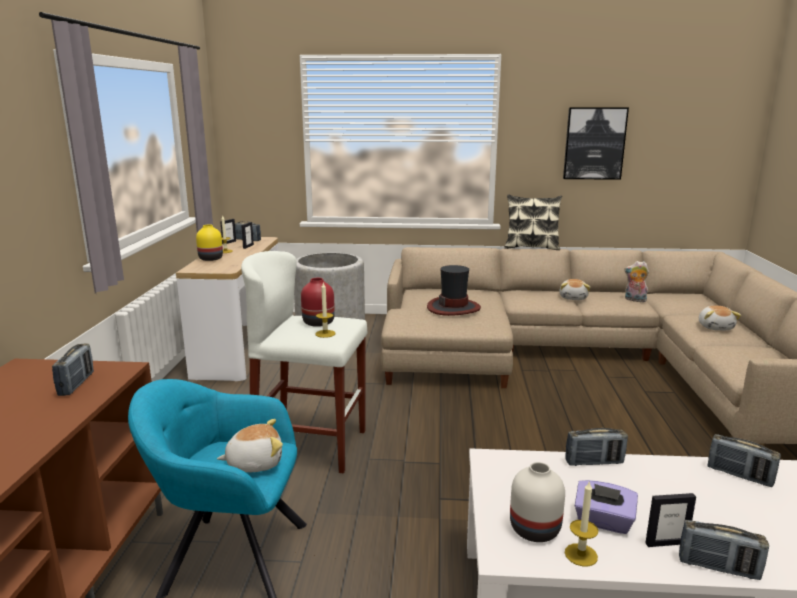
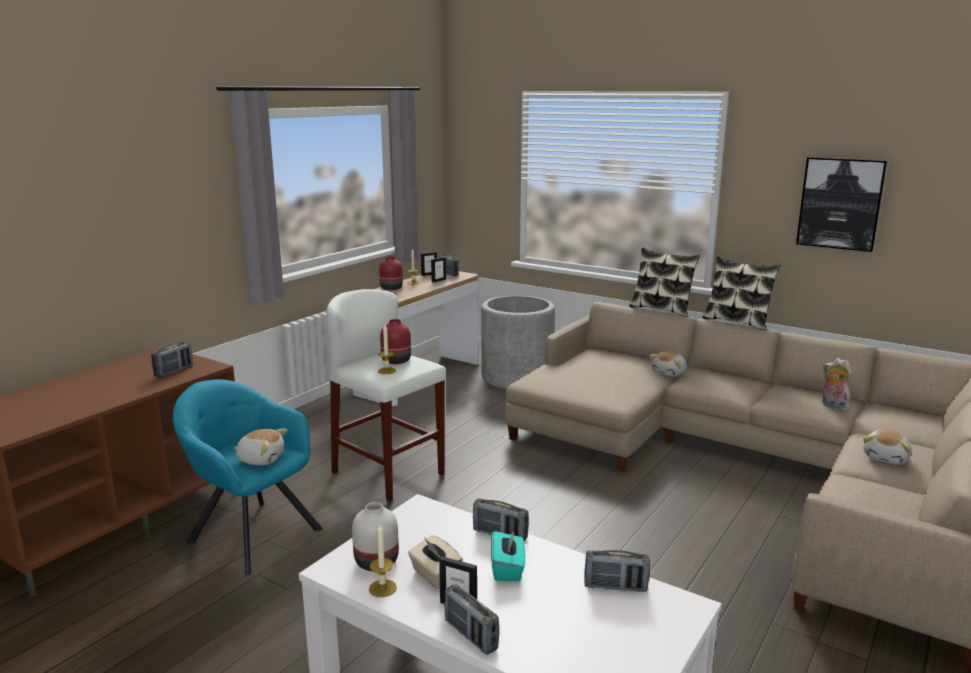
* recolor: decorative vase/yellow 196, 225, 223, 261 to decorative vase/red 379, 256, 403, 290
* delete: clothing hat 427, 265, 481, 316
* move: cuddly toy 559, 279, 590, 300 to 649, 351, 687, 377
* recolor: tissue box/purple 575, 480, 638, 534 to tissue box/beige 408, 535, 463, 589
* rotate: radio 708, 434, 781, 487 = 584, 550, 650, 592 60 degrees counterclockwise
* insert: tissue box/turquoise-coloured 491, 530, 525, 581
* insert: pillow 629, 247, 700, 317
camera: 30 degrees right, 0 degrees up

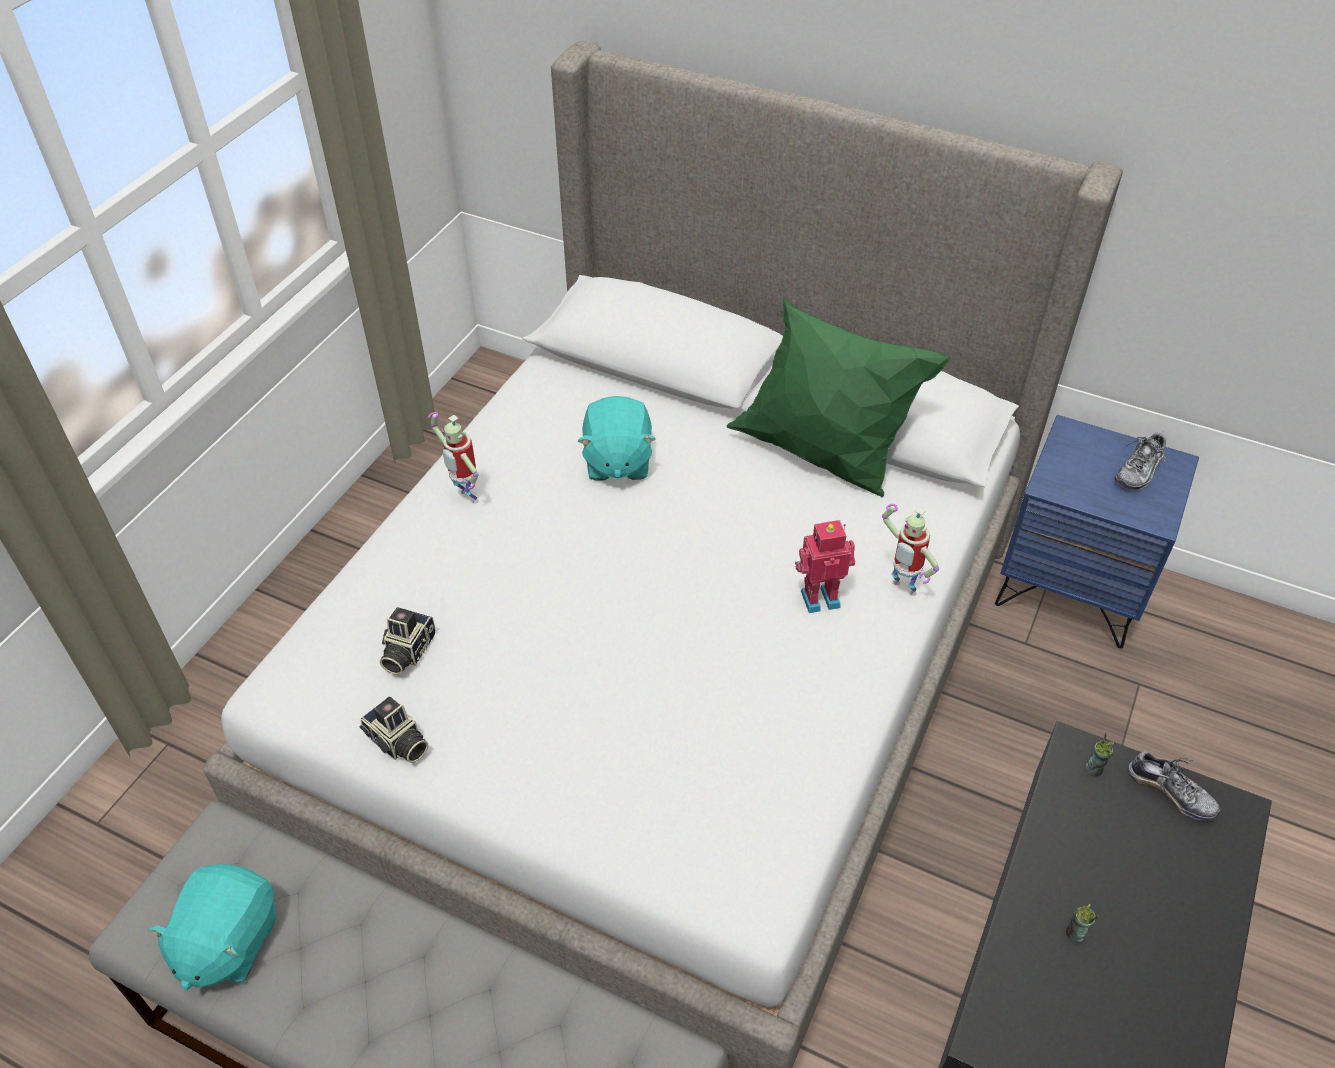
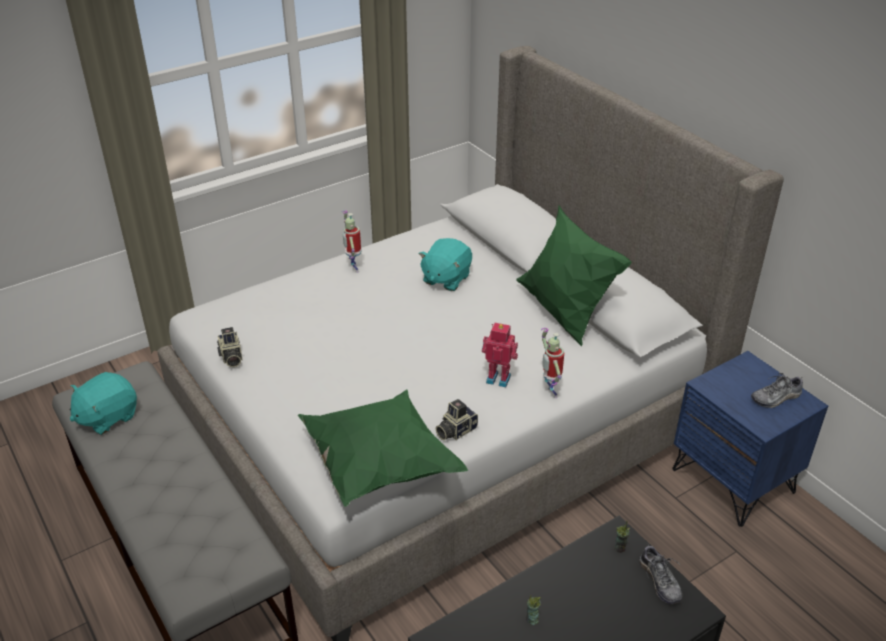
* move: photo camera 380, 607, 436, 675 to 436, 399, 478, 440
* insert: pillow/green 298, 390, 468, 507
camera: 30 degrees right, 10 degrees down

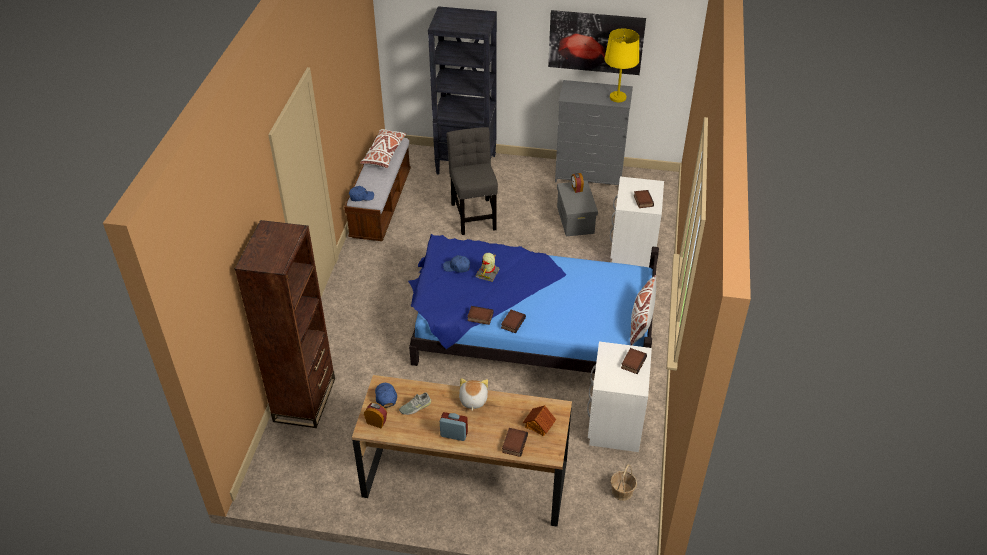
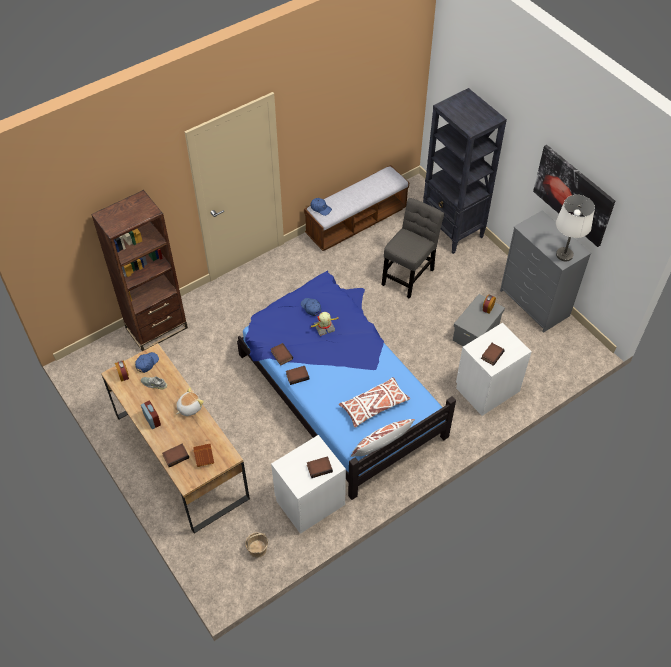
* move: pillow/white 360, 129, 406, 168 to 339, 377, 410, 428
* recolor: tabletop lamp/yellow 605, 29, 639, 102 to tabletop lamp/white 556, 195, 595, 261
camera: 45 degrees right, 10 degrees up

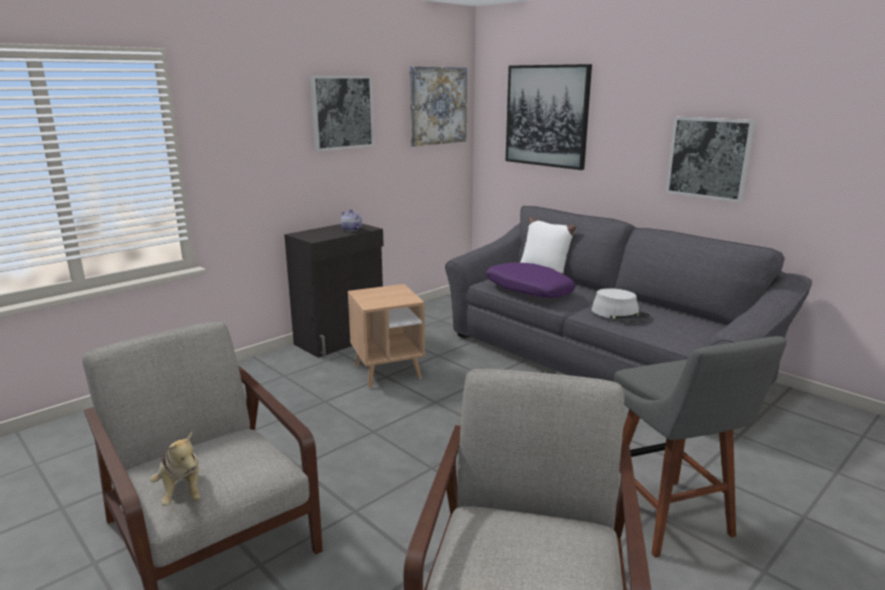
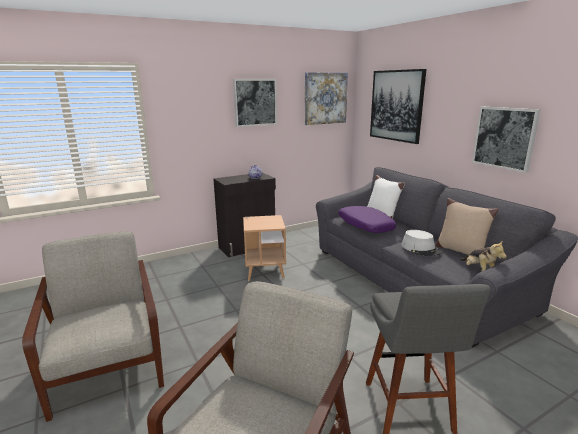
* move: cuddly toy 150, 431, 201, 506 to 460, 240, 507, 271
* insert: pillow/beige 435, 198, 498, 255
camera: 15 degrees right, 0 degrees up

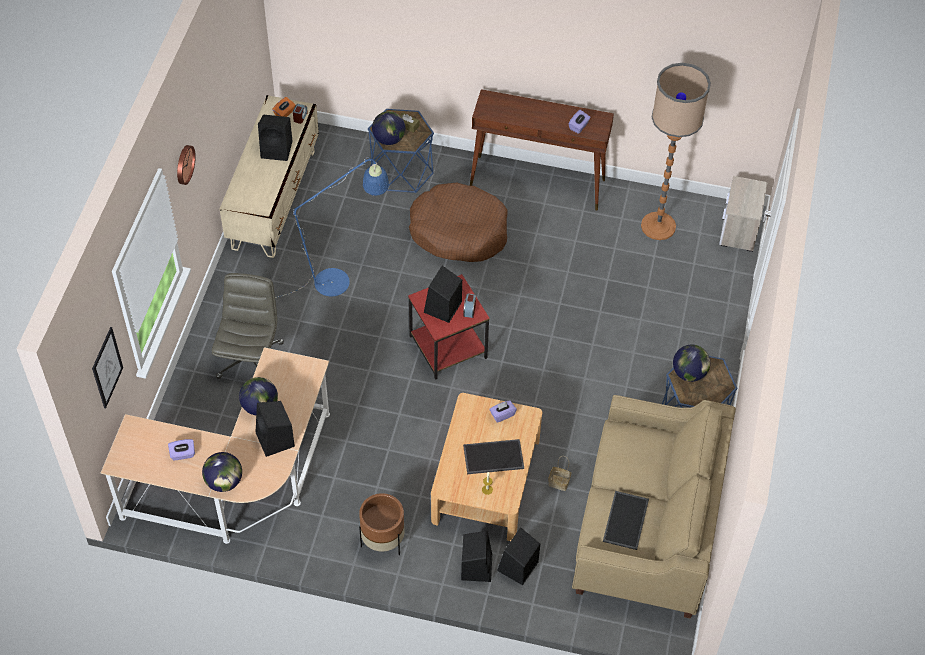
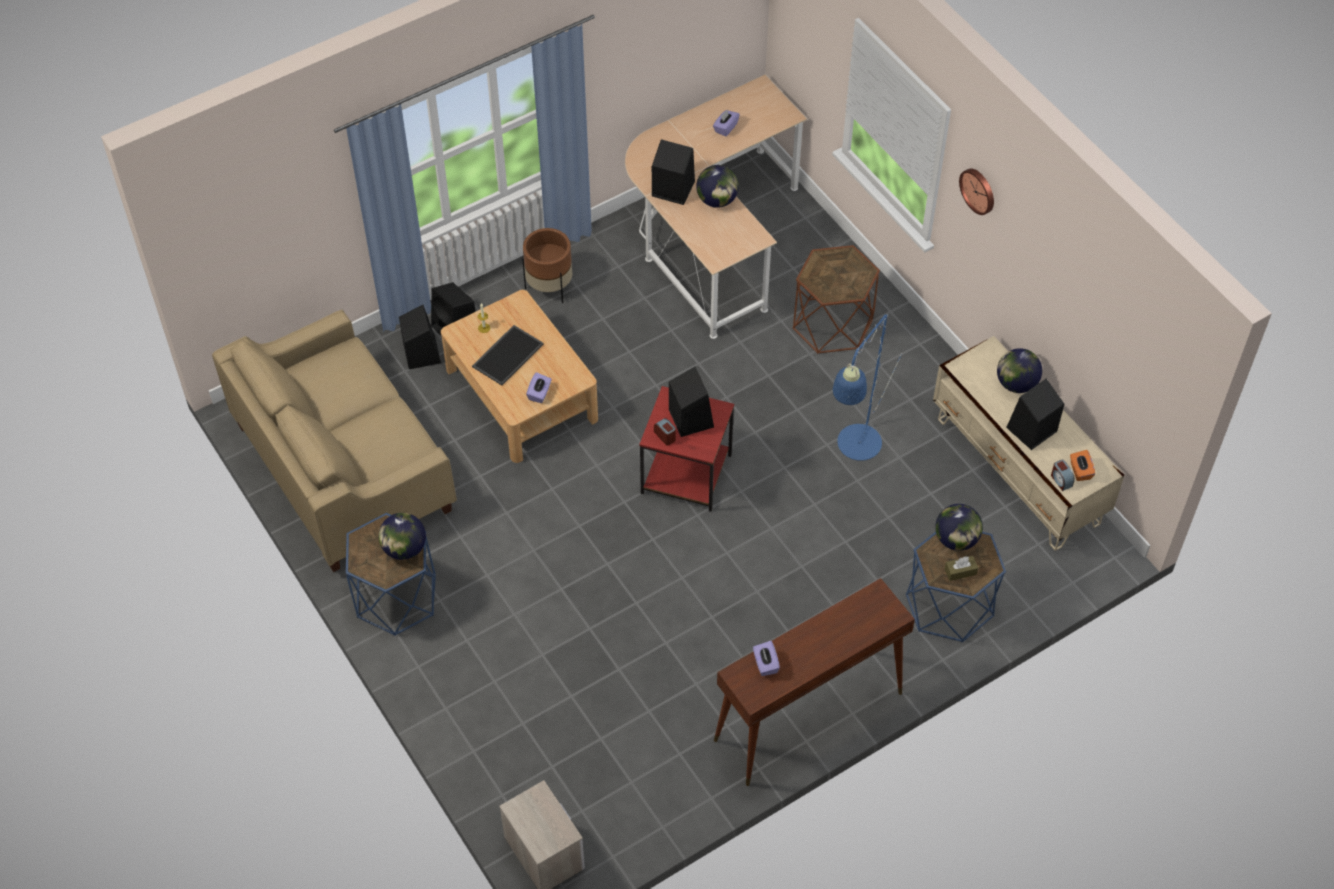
* delete: wall art 92, 327, 123, 408
* move: world globe 202, 452, 242, 492 to 997, 348, 1042, 393
* replace: computer chair/gray 212, 273, 284, 379 to end table/brown 793, 245, 880, 354
* delete: dog cushion/brown 409, 183, 508, 262
* delete: storage basket 548, 456, 571, 491
* delete: carrying tray 603, 491, 649, 550
* delete: floor lamp 641, 63, 711, 240
camera: 135 degrees right, 0 degrees up

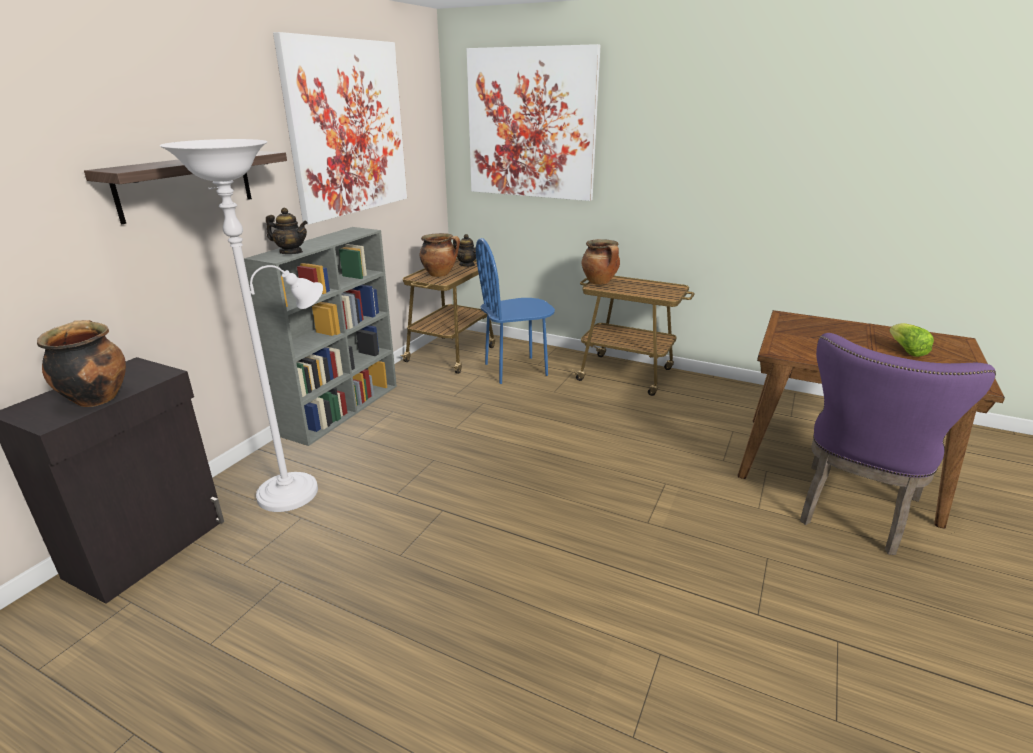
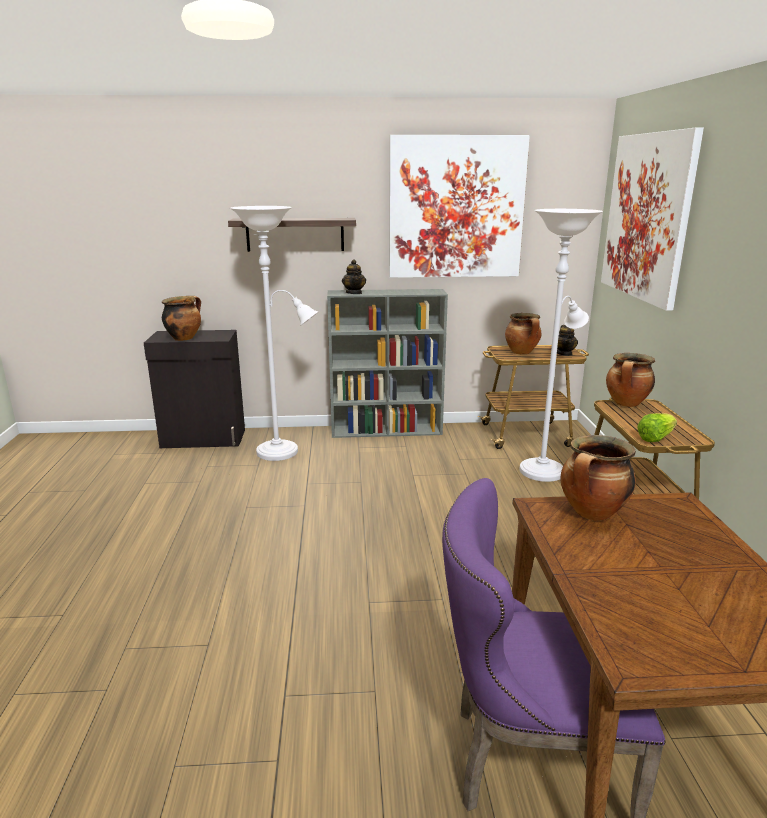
* replace: plain chair/bluish 476, 238, 555, 384 to floor lamp/white 520, 209, 603, 482
* move: lettuce head 889, 323, 934, 357 to 637, 413, 677, 442
* insert: stockpot 561, 435, 636, 521
camera: 60 degrees right, 5 degrees down

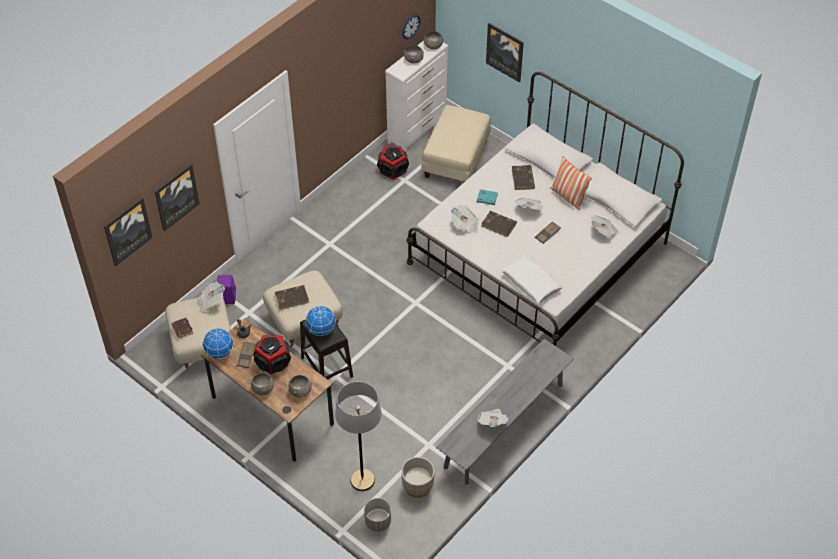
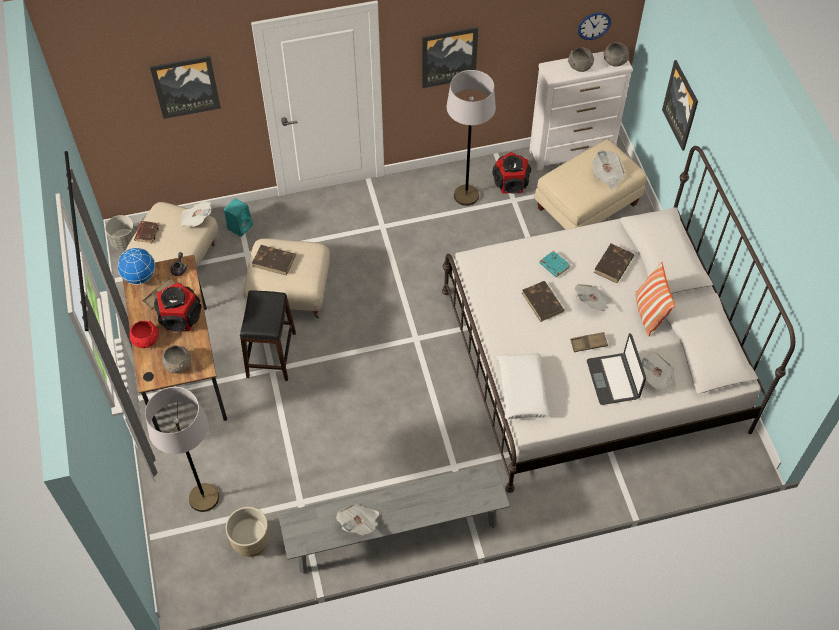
* move: wall art 104, 197, 153, 266 to 422, 27, 478, 88
* recolor: audio speaker/purple 217, 275, 236, 304 to audio speaker/turquoise-coloured 224, 198, 253, 237
* recolor: bowl/gray 250, 372, 274, 395 to bowl/red 129, 321, 159, 348
* delete: world globe 305, 306, 336, 336
* move: flower pot/gray 364, 498, 391, 532 to 105, 215, 136, 251
* move: daily paper 451, 205, 479, 233 to 592, 150, 626, 190
* insert: floor lamp/gray 447, 70, 496, 206
* insert: laptop 587, 333, 646, 405
camera: 35 degrees right, 5 degrees up

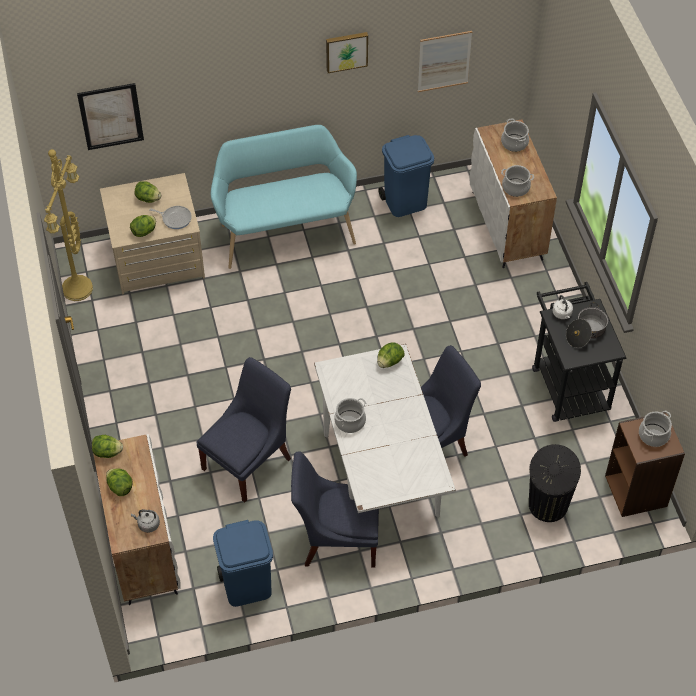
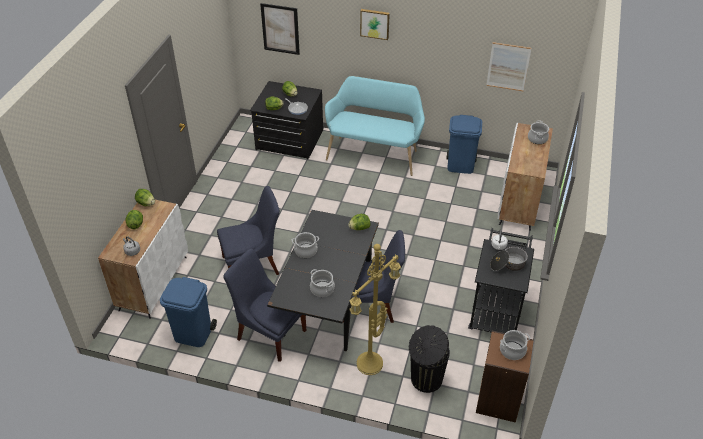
* move: floor lamp/yellow 44, 149, 93, 301 to 349, 244, 401, 375
* recolor: chest of drawers/beige 100, 173, 205, 294 to chest of drawers/blackish 250, 81, 323, 160
* recolor: dinner table/white 314, 344, 456, 517 to dinner table/blackish 267, 210, 379, 351
* move: wall art 326, 32, 368, 73 to 360, 9, 390, 40
* move: stockpot 501, 165, 534, 197 to 310, 269, 335, 297
camera: 30 degrees right, 10 degrees down

